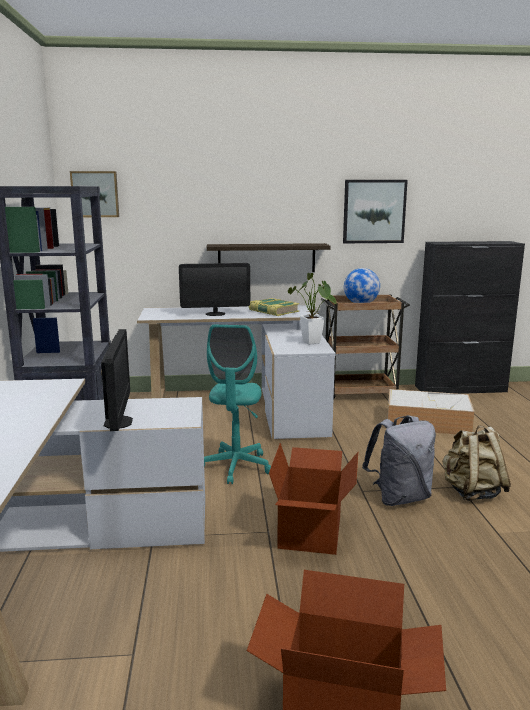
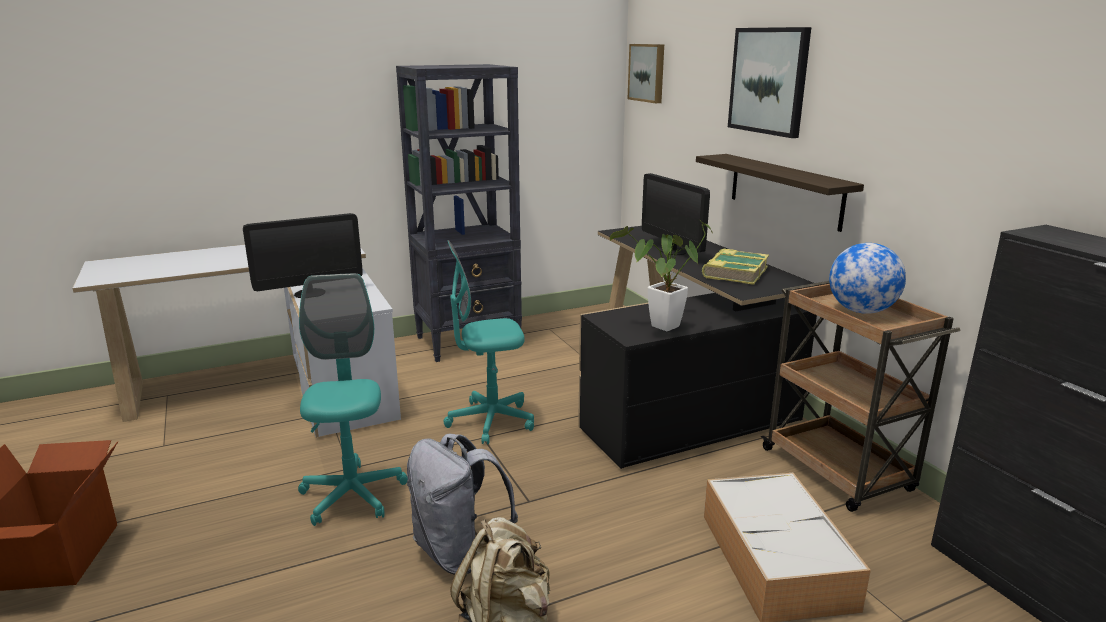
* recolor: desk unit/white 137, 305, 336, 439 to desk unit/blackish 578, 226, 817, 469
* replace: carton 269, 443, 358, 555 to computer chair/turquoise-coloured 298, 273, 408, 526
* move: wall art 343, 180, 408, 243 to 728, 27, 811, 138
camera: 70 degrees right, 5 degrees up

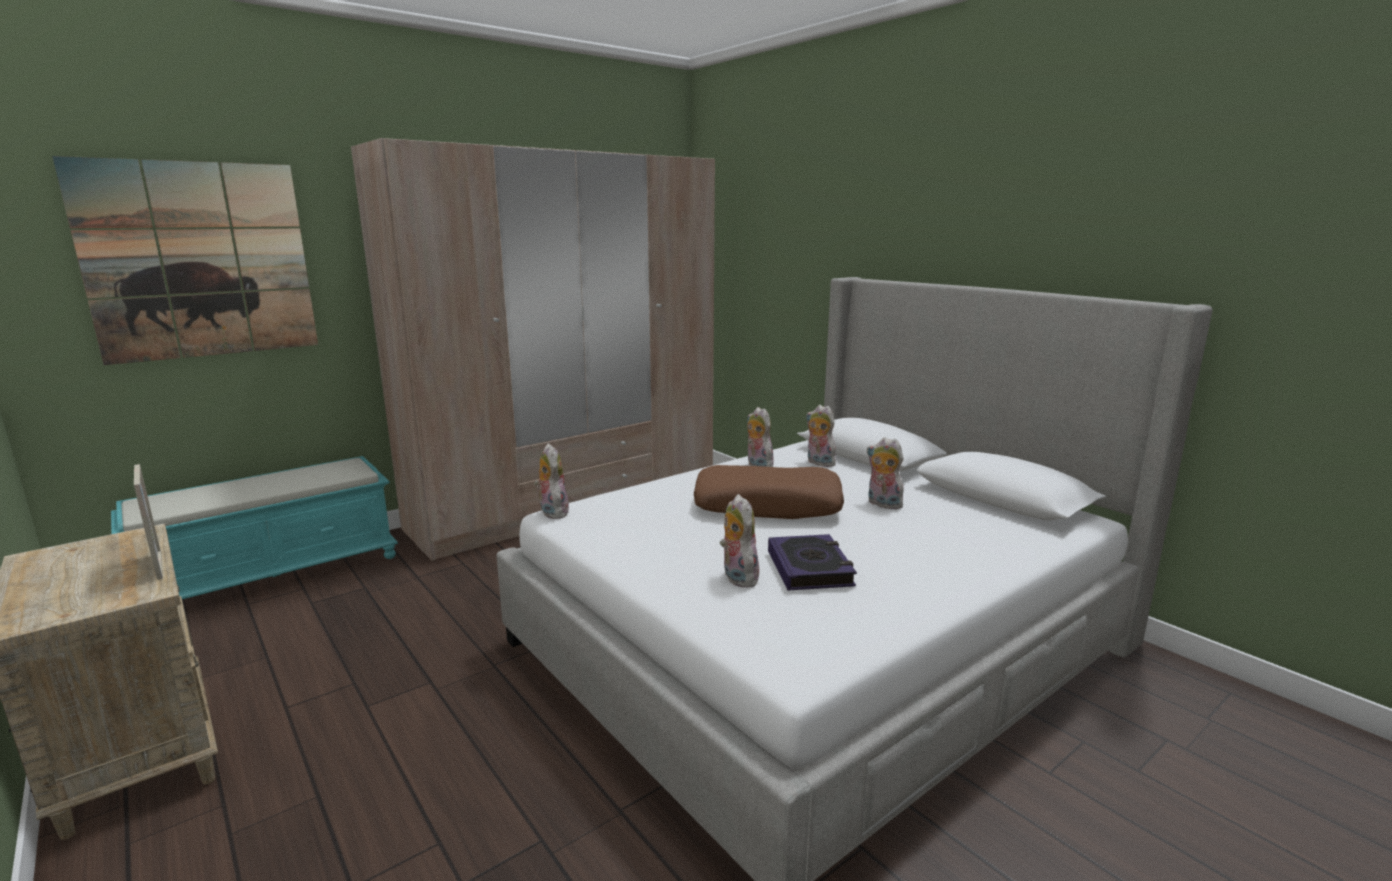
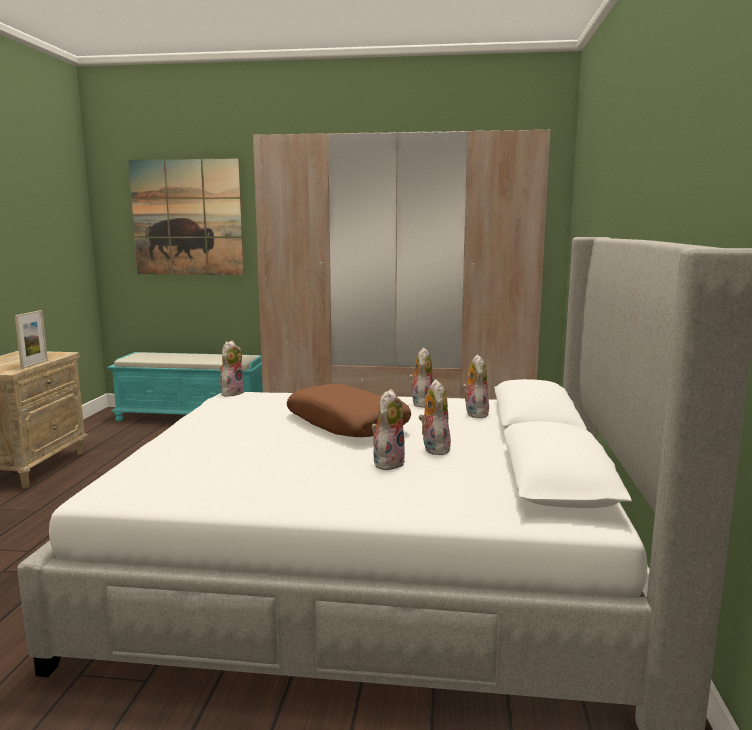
* move: cuddly toy 720, 494, 760, 588 to 371, 389, 405, 470
* delete: bound book 768, 534, 857, 590
camera: 45 degrees right, 5 degrees down

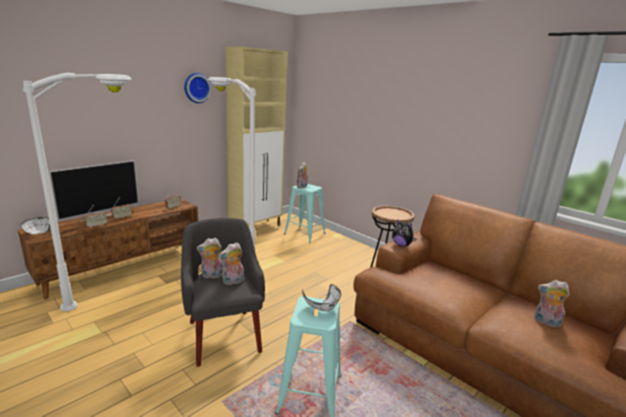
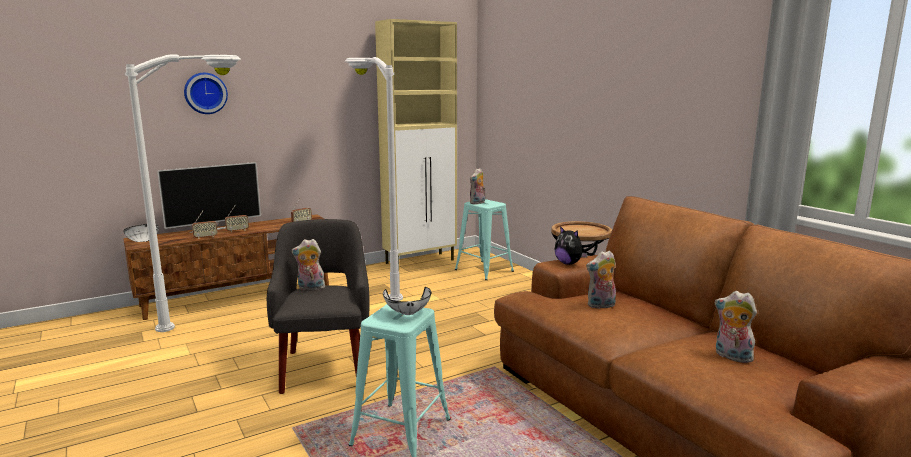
* move: clock on the wall 184, 73, 211, 103 to 184, 73, 228, 114
* move: cuddly toy 218, 242, 244, 285 to 586, 250, 616, 309
camera: 15 degrees right, 5 degrees down

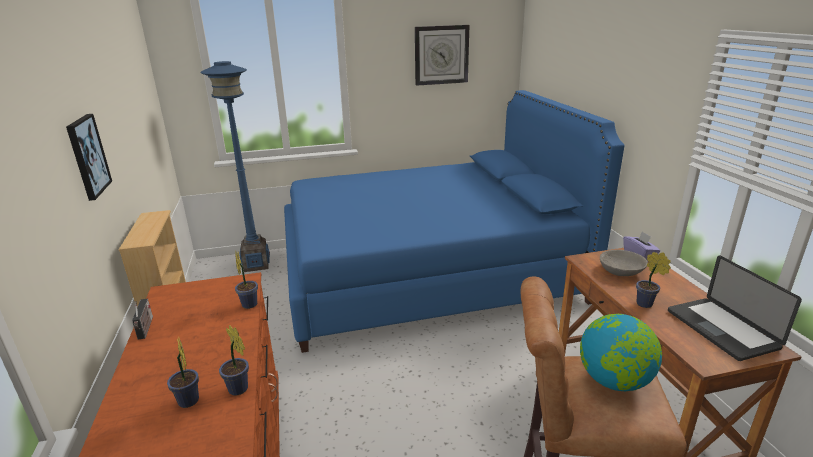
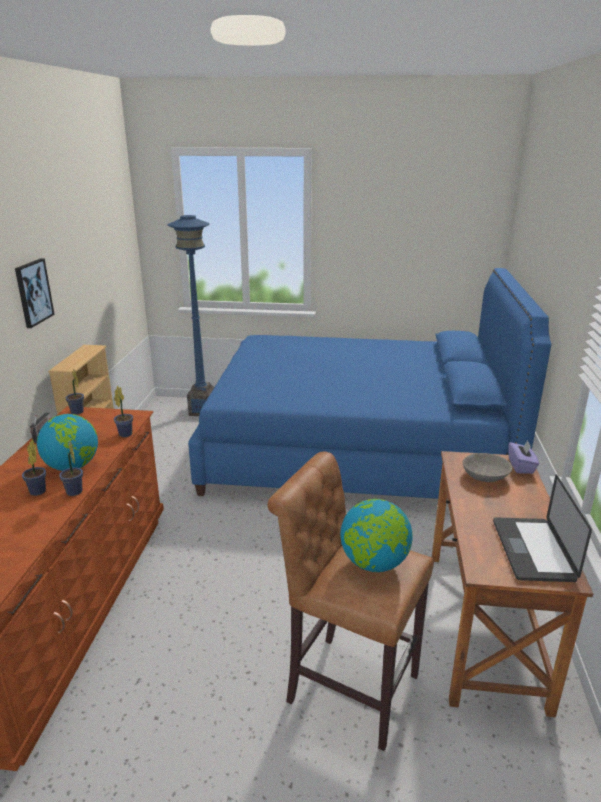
* delete: clock on the wall 415, 25, 469, 86
* move: potted plant 636, 252, 671, 308 to 66, 369, 84, 415
* insert: world globe 37, 414, 98, 471
camera: 20 degrees right, 0 degrees up

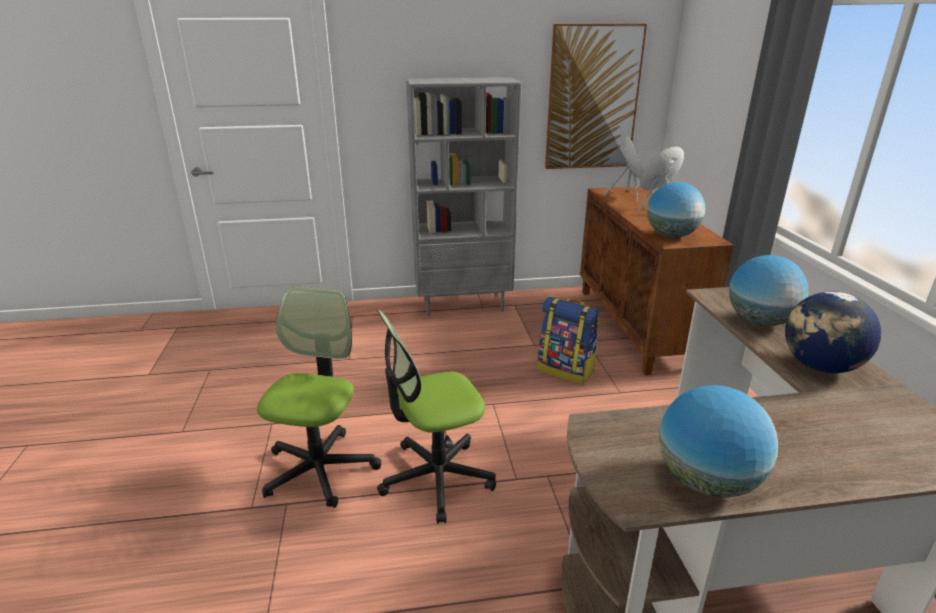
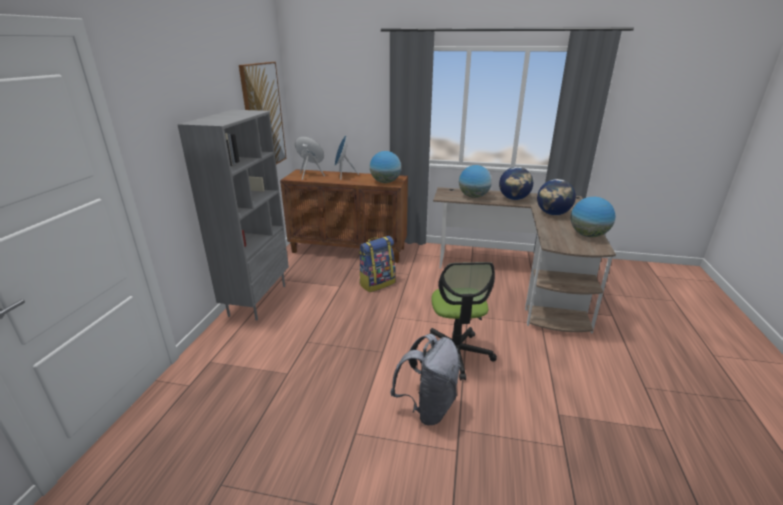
* replace: computer chair 257, 286, 381, 508 to knapsack/gray 390, 334, 461, 425
* insert: world globe 537, 179, 576, 215
camera: 70 degrees left, 0 degrees up

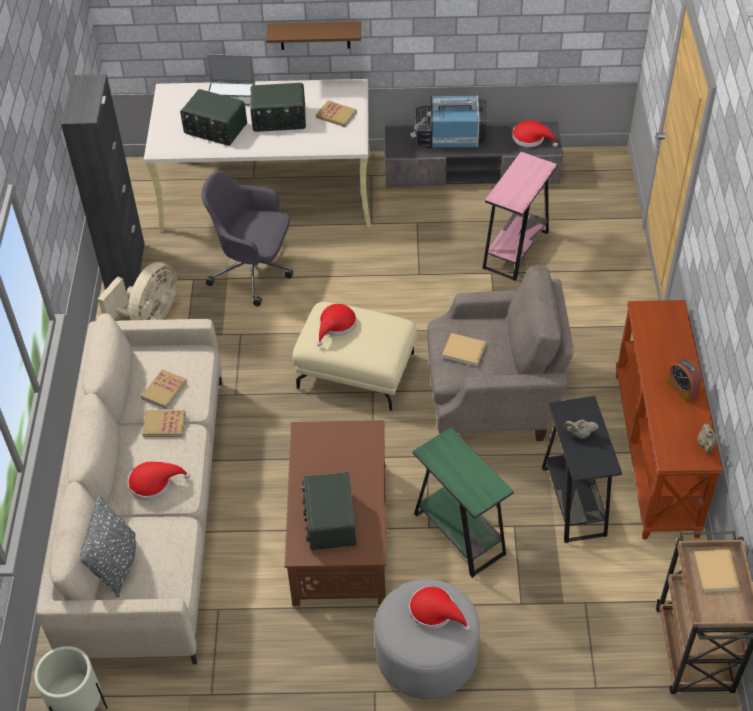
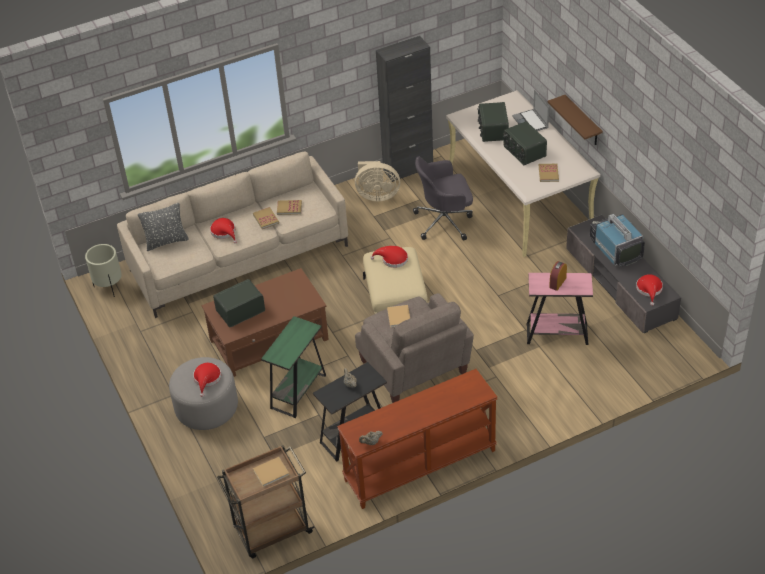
* rotate: computer chair/gray 201, 171, 293, 306 = 413, 156, 473, 240 90 degrees counterclockwise
* move: bedside clock 667, 358, 702, 403 to 549, 261, 567, 291
camera: 65 degrees right, 5 degrees down

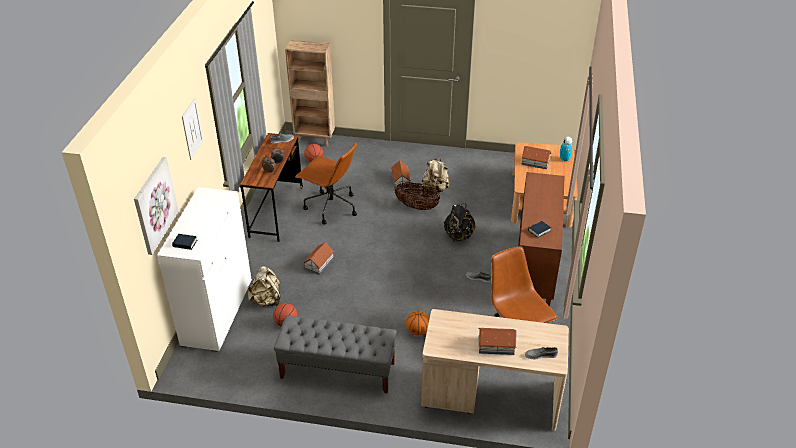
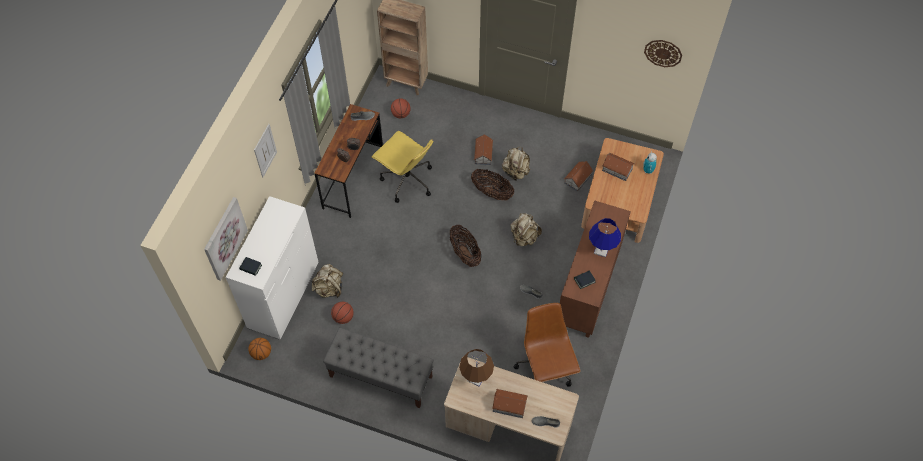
* recolor: computer chair/brown 295, 142, 357, 224 to computer chair/yellow 371, 131, 433, 203
* move: toy house 303, 242, 334, 275 to 564, 161, 593, 192
* move: basketball ball 406, 311, 429, 335 to 248, 338, 271, 360
* recolor: knapsack/blackish 444, 203, 475, 242 to knapsack/beige 511, 213, 542, 246
* insert: storage basket 450, 225, 481, 267
* insert: tabletop lamp/brown 459, 349, 494, 387
* insert: tabletop lamp/bluish 589, 218, 621, 257
* insert: clock on the wall 644, 40, 682, 67
camera: 10 degrees right, 20 degrees up

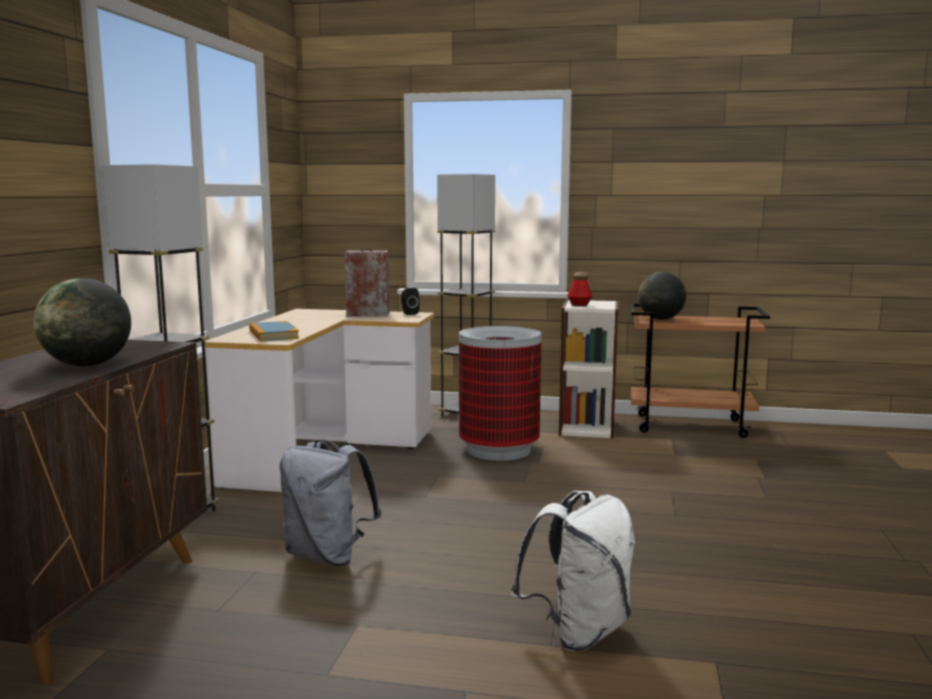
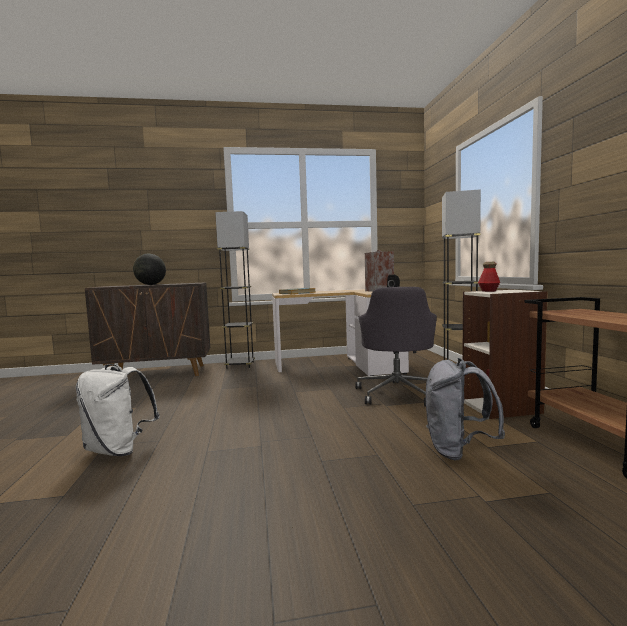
* move: knapsack/gray 280, 440, 382, 566 to 426, 358, 505, 460
* replace: trash can 459, 326, 541, 461 to computer chair/gray 355, 287, 437, 406
* delete: world globe 638, 272, 686, 320
camera: 70 degrees right, 5 degrees down

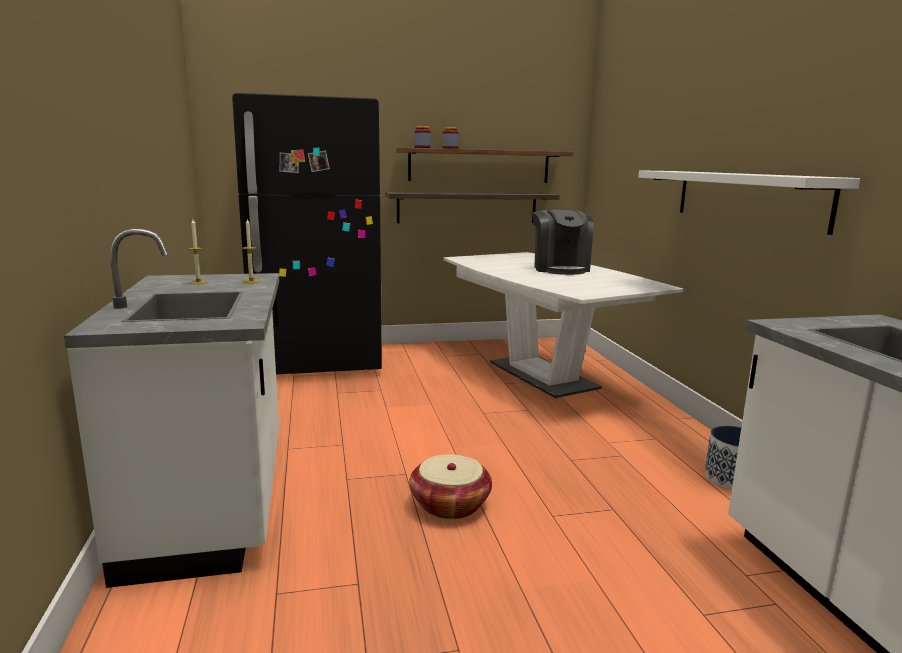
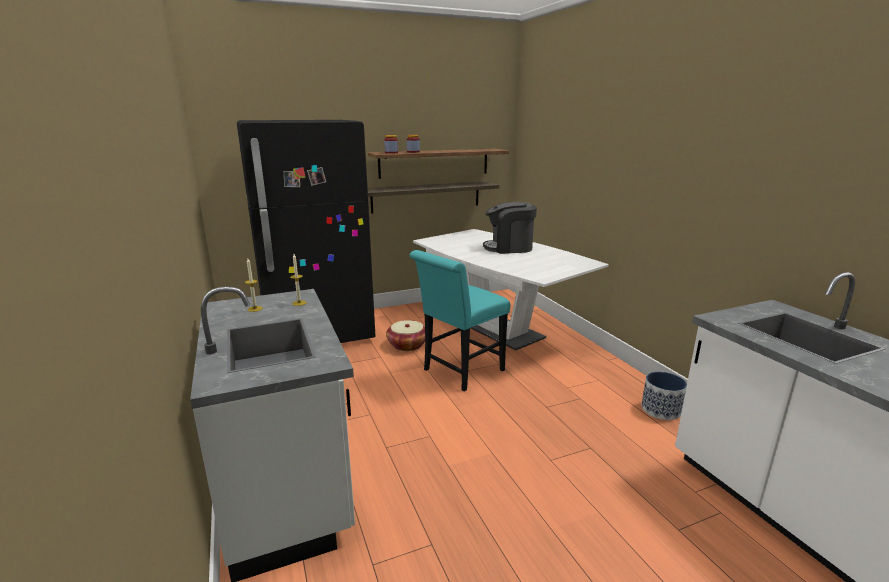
* move: storage basket 409, 454, 492, 519 to 386, 320, 425, 351
* rotate: coffee machine 533, 210, 594, 275 = 483, 202, 537, 254 105 degrees clockwise
* delete: bracket shelf/white 638, 170, 860, 235
* insert: plain chair/turquoise-coloured 410, 250, 510, 391
camera: 10 degrees left, 5 degrees up

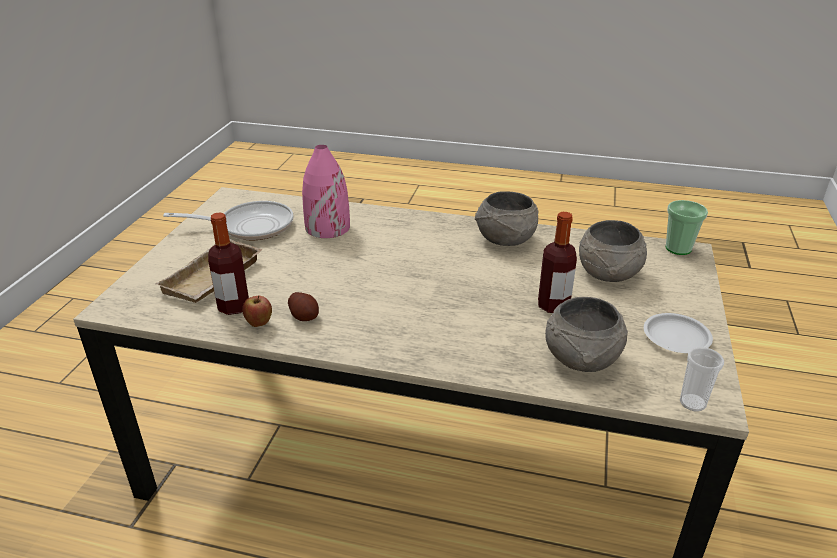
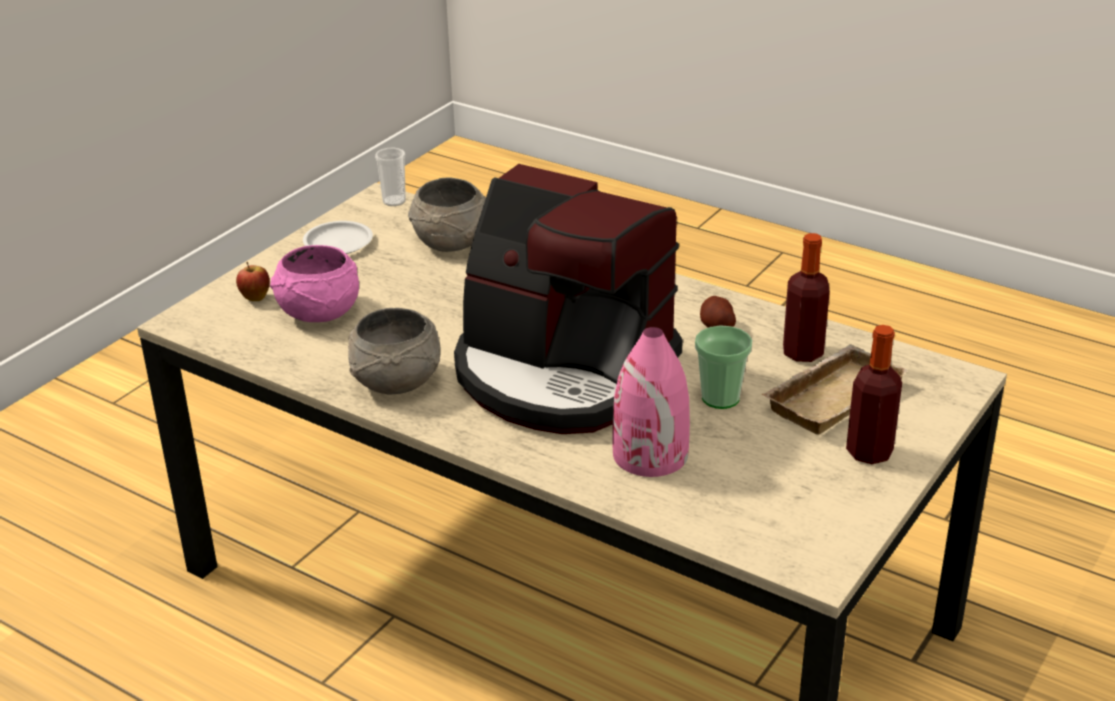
* delete: skillet 163, 201, 293, 240
* move: apple 242, 296, 272, 327 to 236, 262, 270, 301
* move: bottle 538, 212, 577, 313 to 846, 325, 902, 464
* recolor: bowl/gray 579, 220, 647, 282 to bowl/pink 270, 245, 359, 322
* move: cup 666, 200, 708, 255 to 695, 325, 752, 409
* insert: coffee machine 454, 164, 683, 434
camera: 160 degrees left, 0 degrees up

